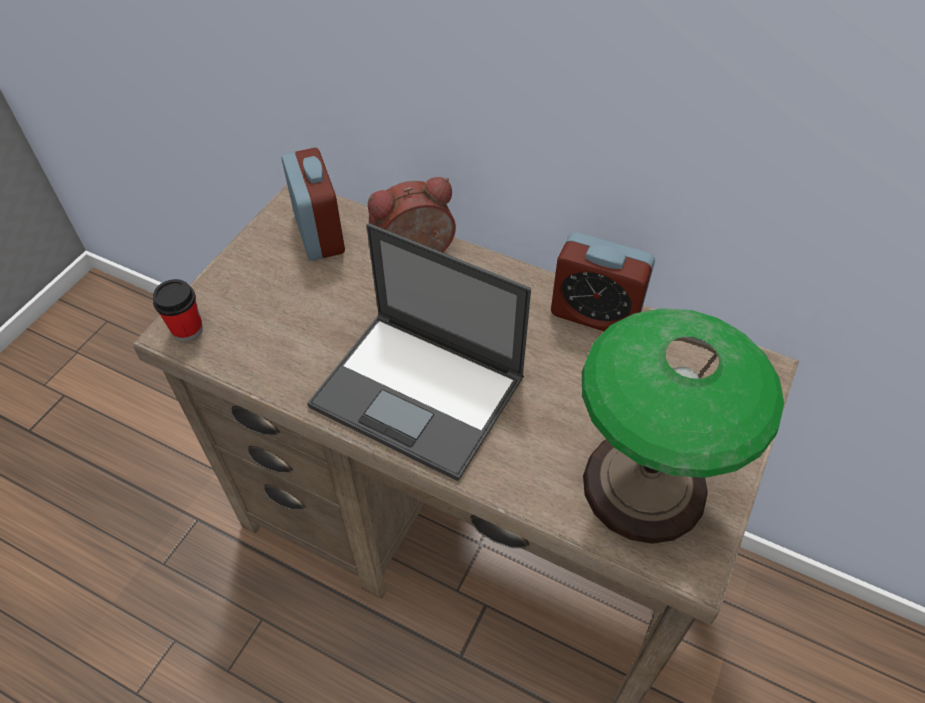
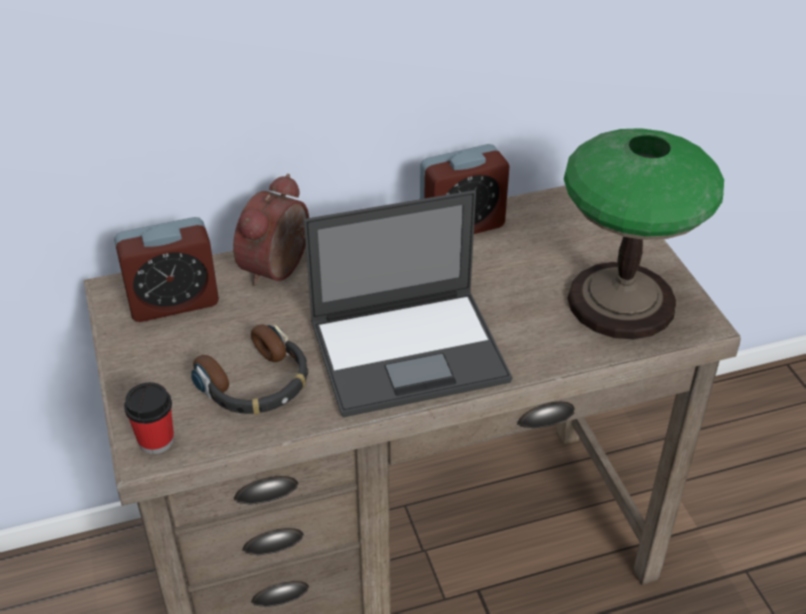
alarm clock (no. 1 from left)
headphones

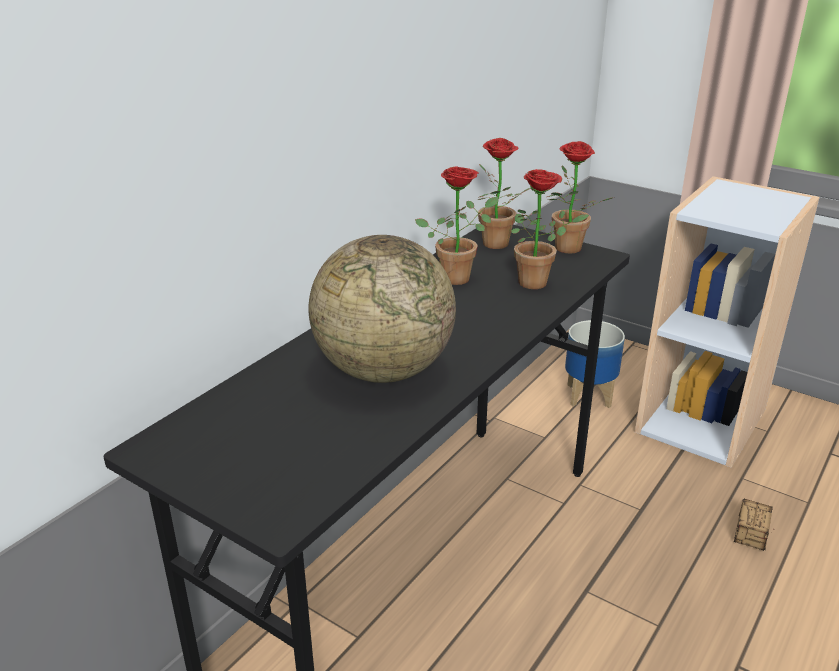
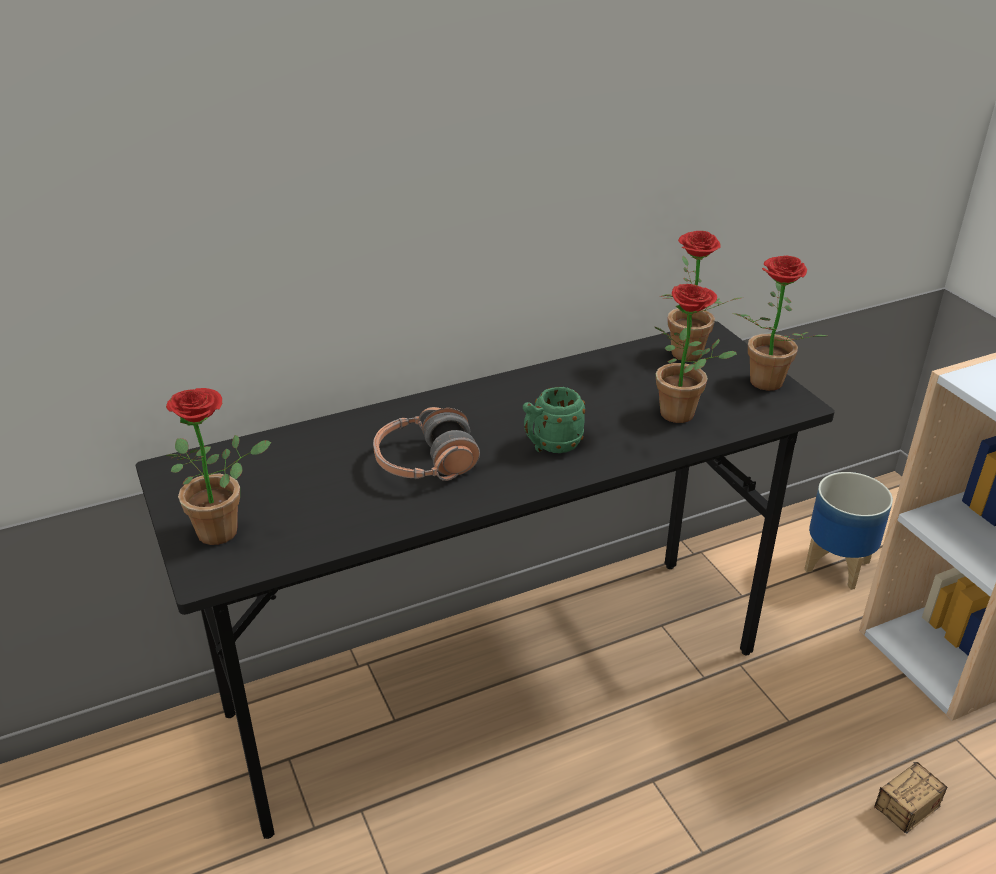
potted plant (no. 1 from left)
headphones
green mug

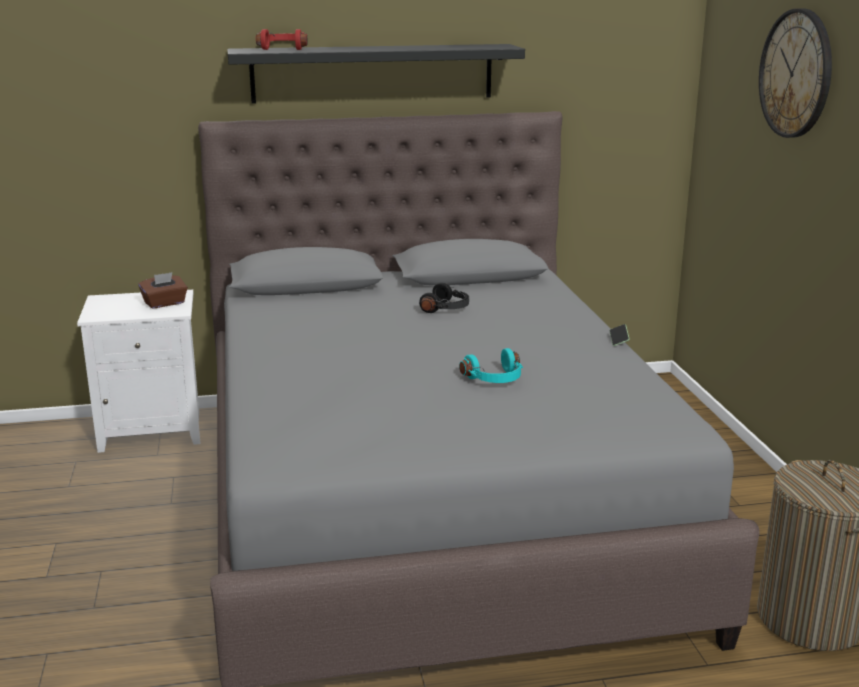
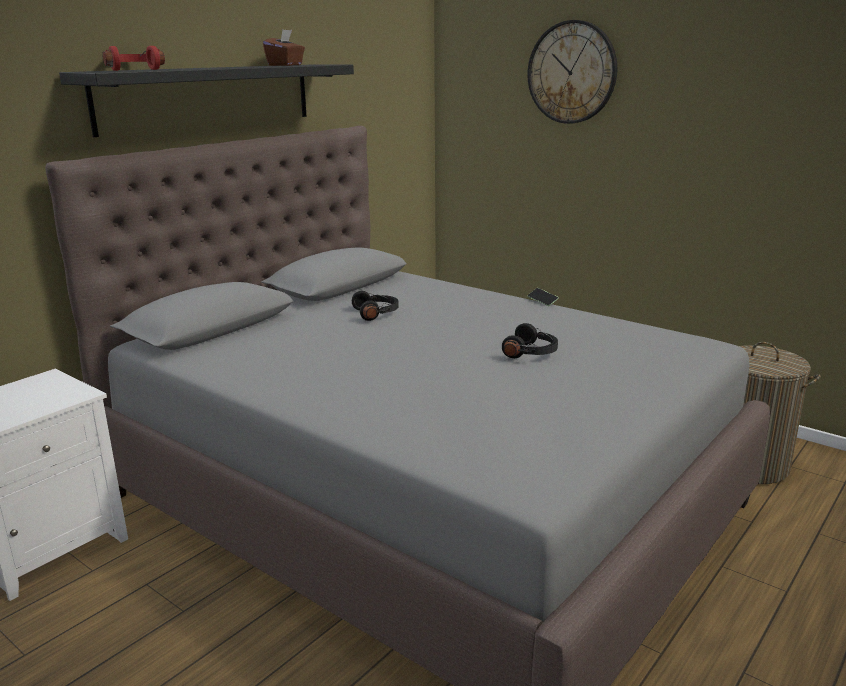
brown tissue box
black headphones (no. 2 from left)

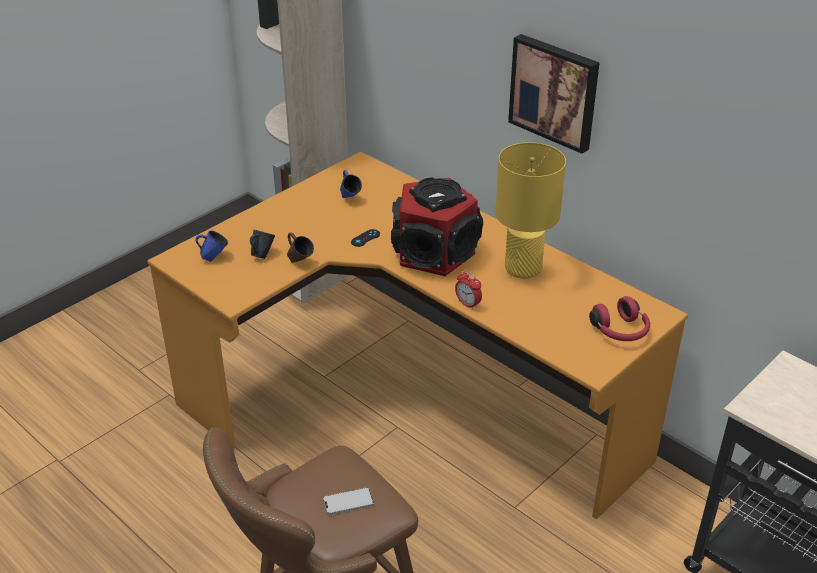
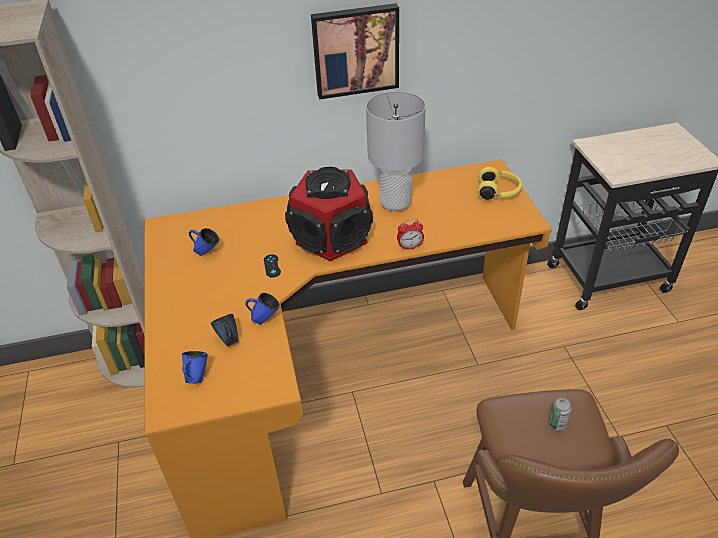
blue mug (no. 4 from left)
grey table lamp
yellow headphones
can

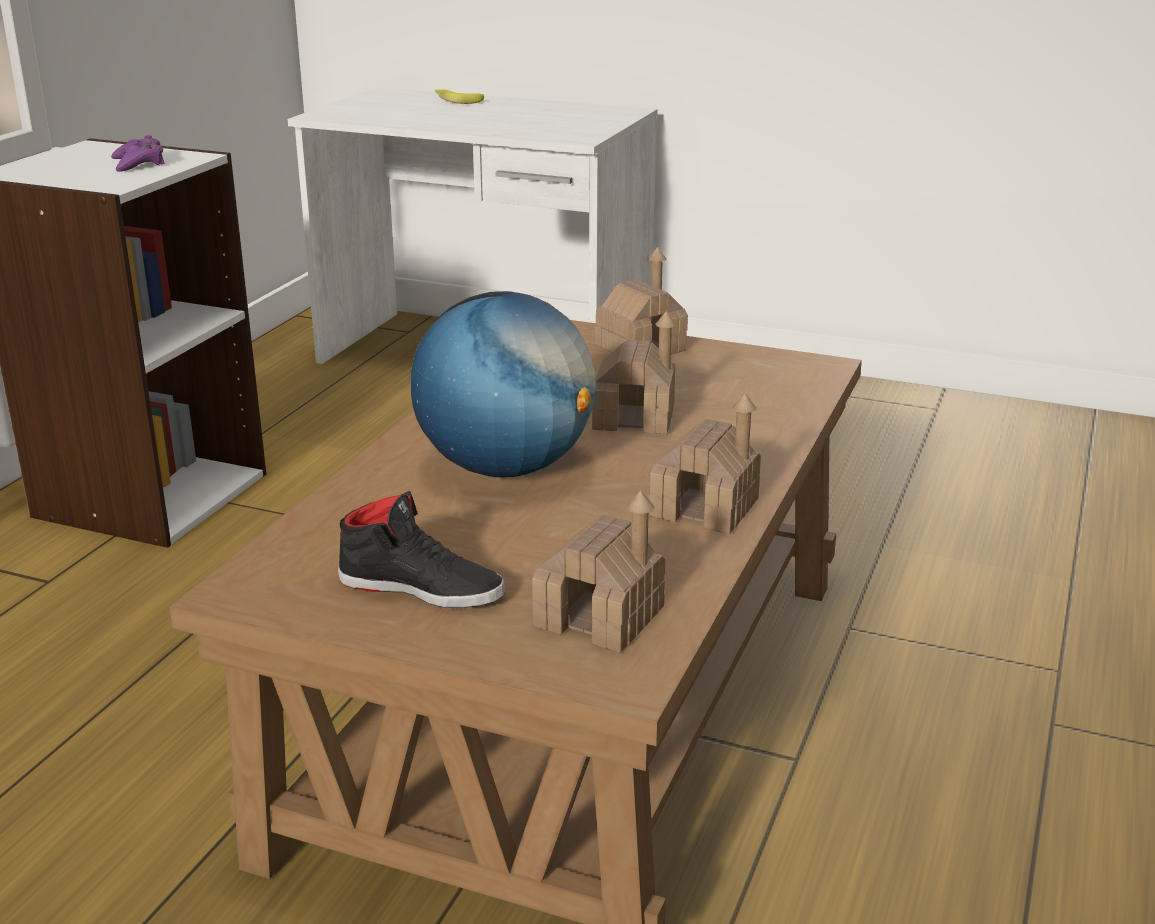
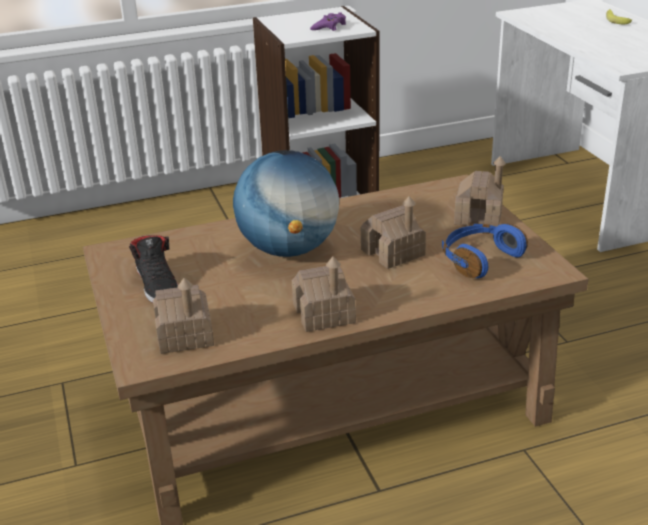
blue headphones

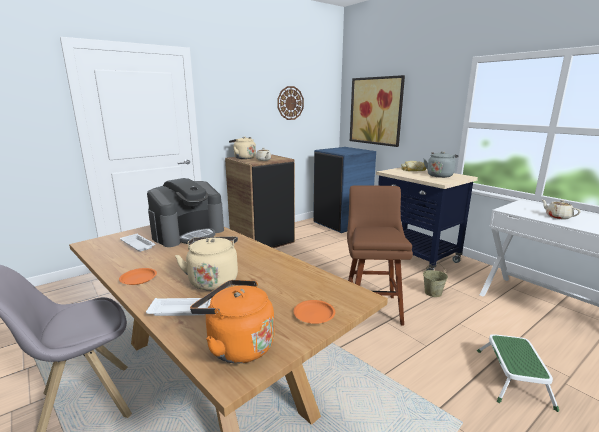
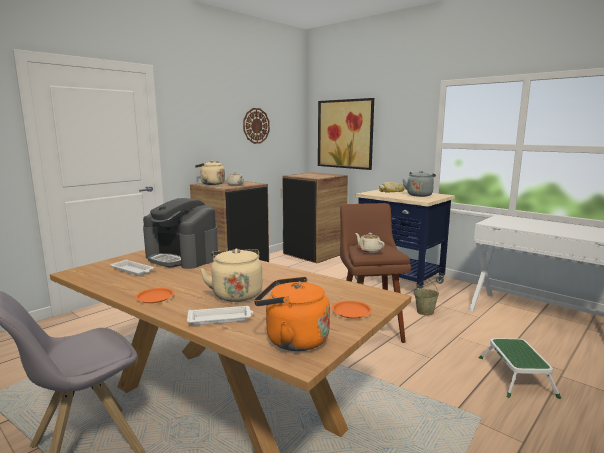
coffee machine
brown cabinet (no. 2 from left)
beige teapot (no. 2 from left)

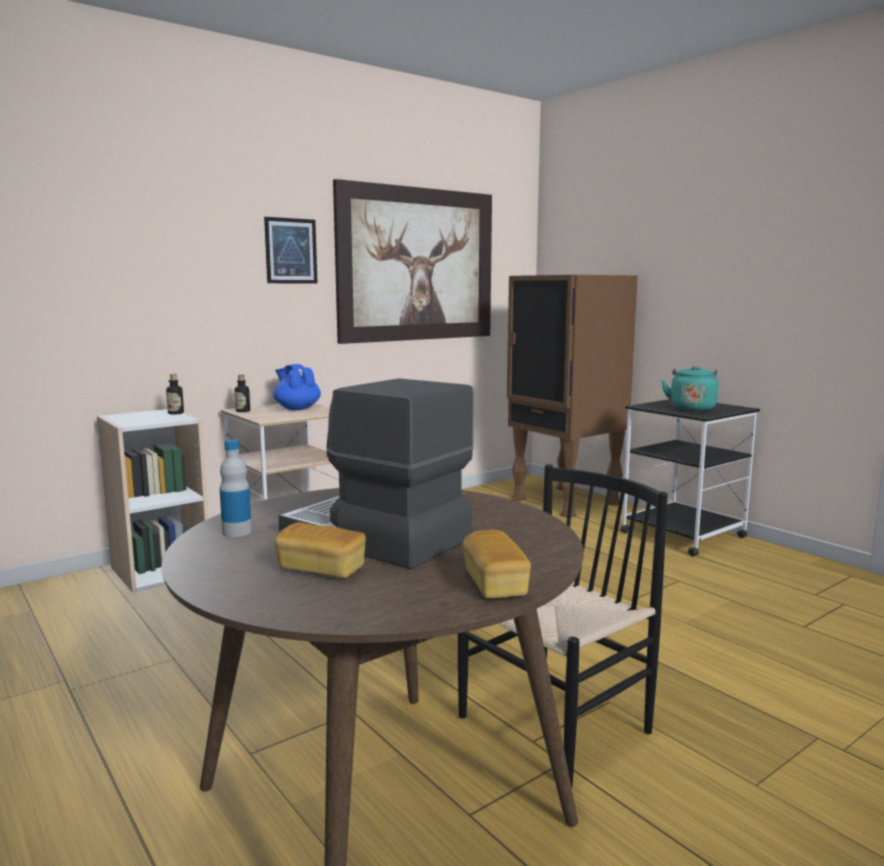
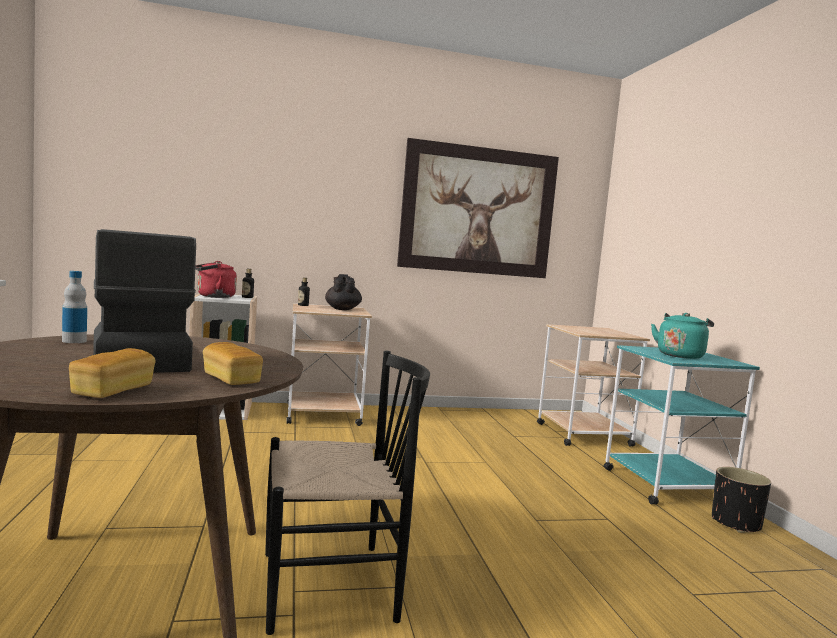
red kettle
bread (no. 2 from left)
black teapot
beige cart (no. 2 from left)
turquoise cart
black planter
picture (no. 1 from left in the first image)

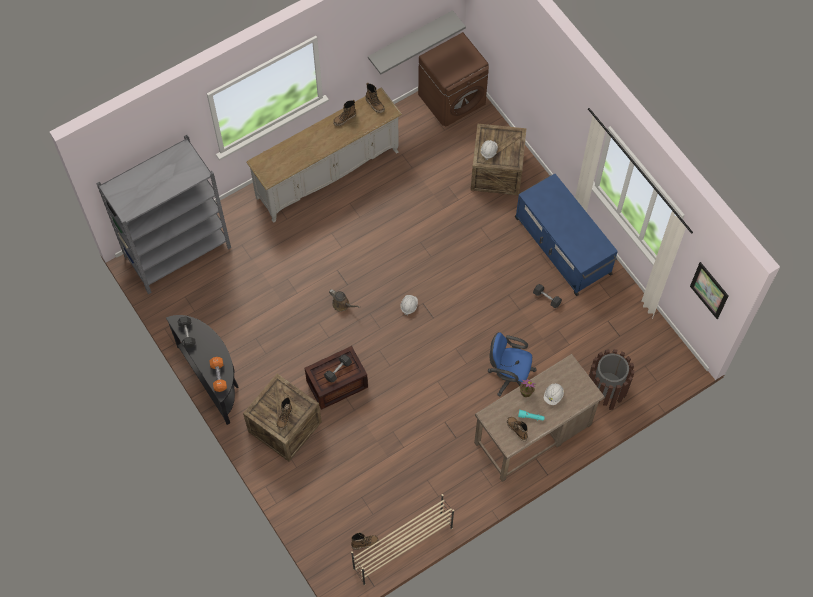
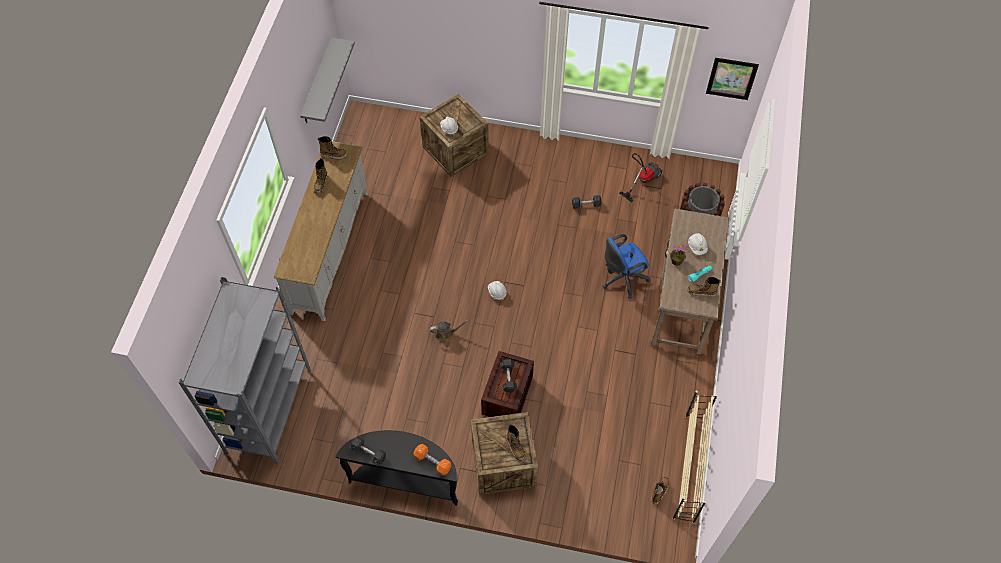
vacuum cleaner
brown washing machine
blue cabinet

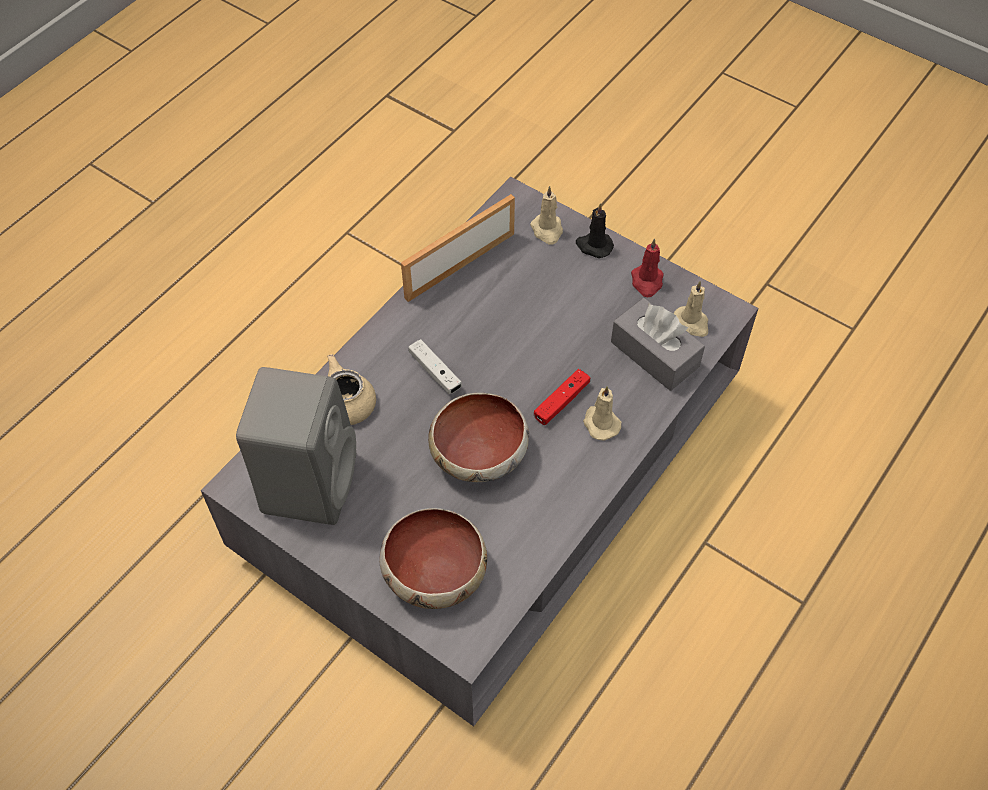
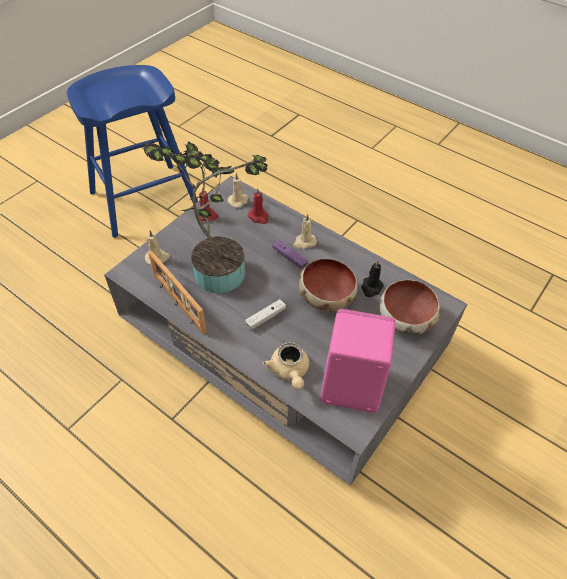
blue stool
potted plant
red candle (no. 2 from left)
purple game controller
pink speaker
black candle

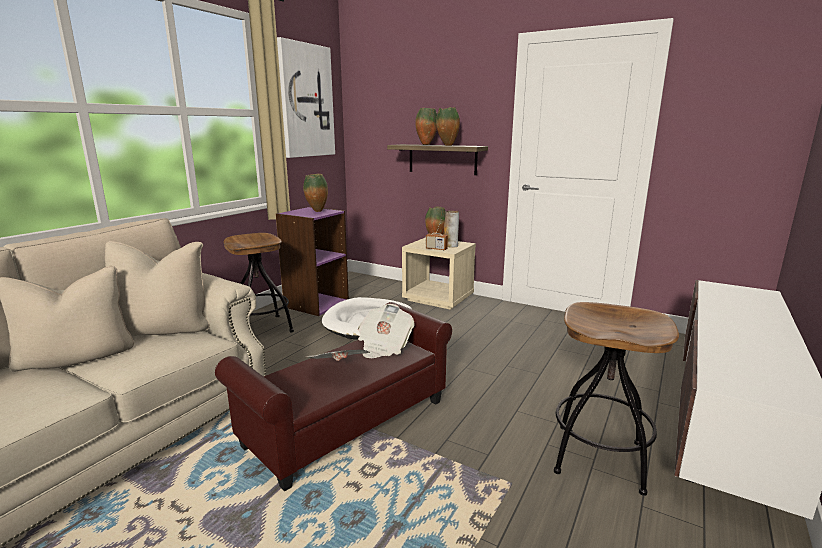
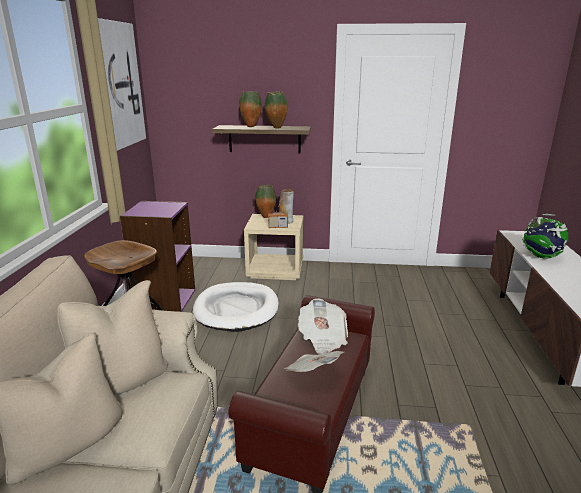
globe
vase (no. 1 from left in the first image)
brown stool (no. 2 from left in the first image)

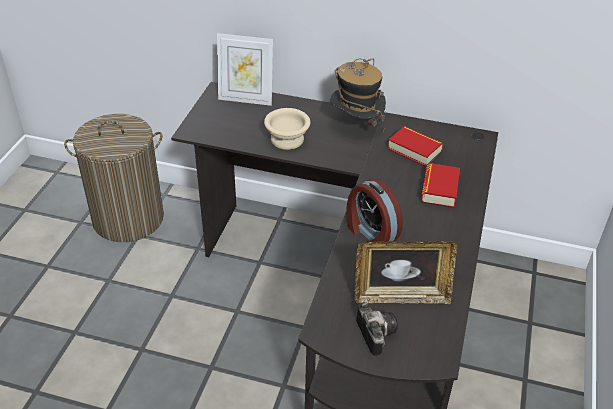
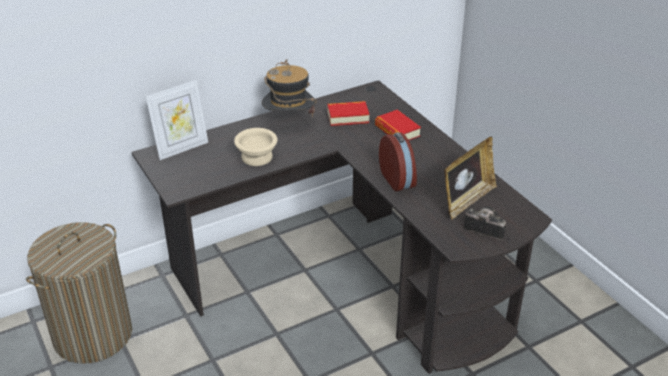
alarm clock

